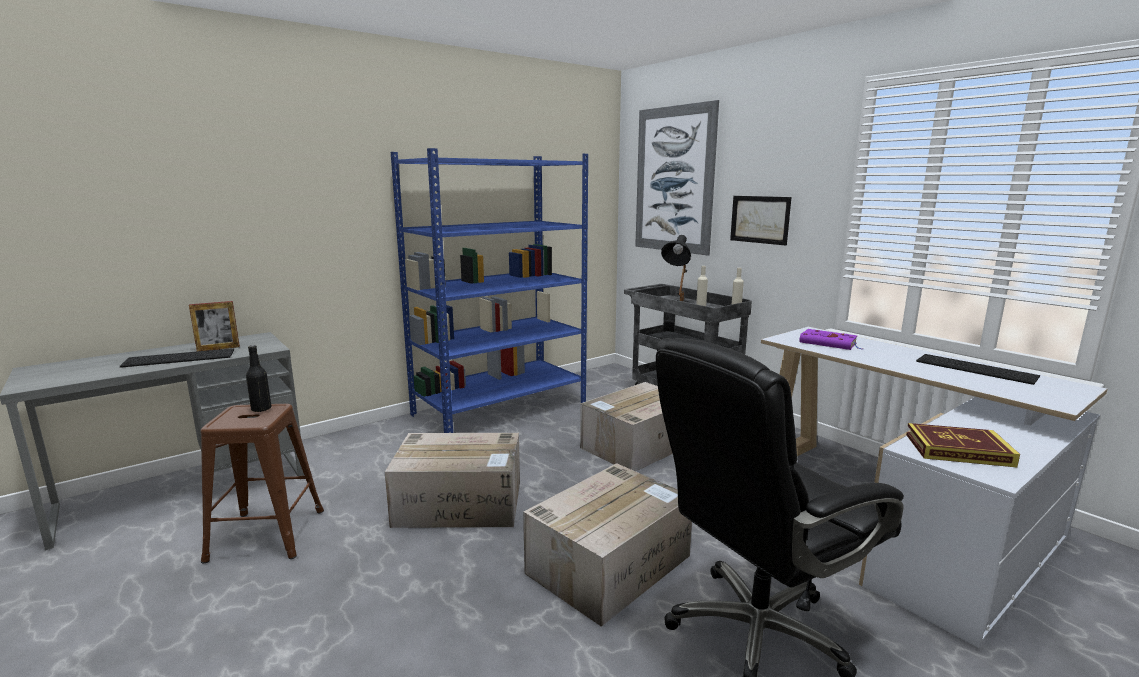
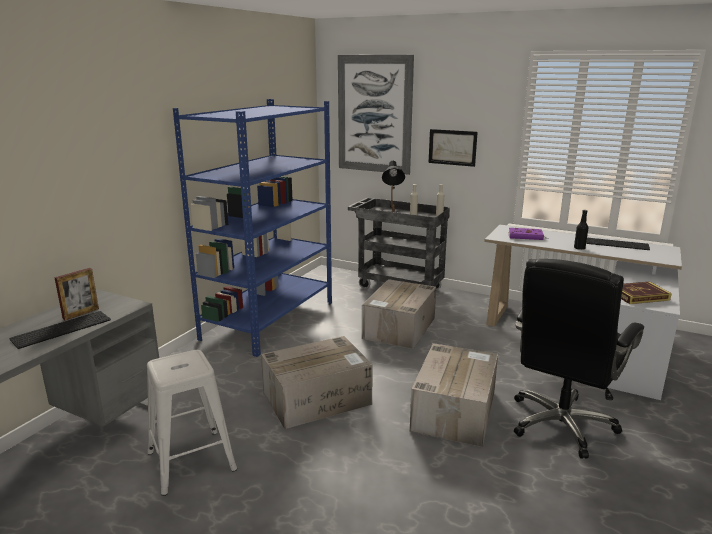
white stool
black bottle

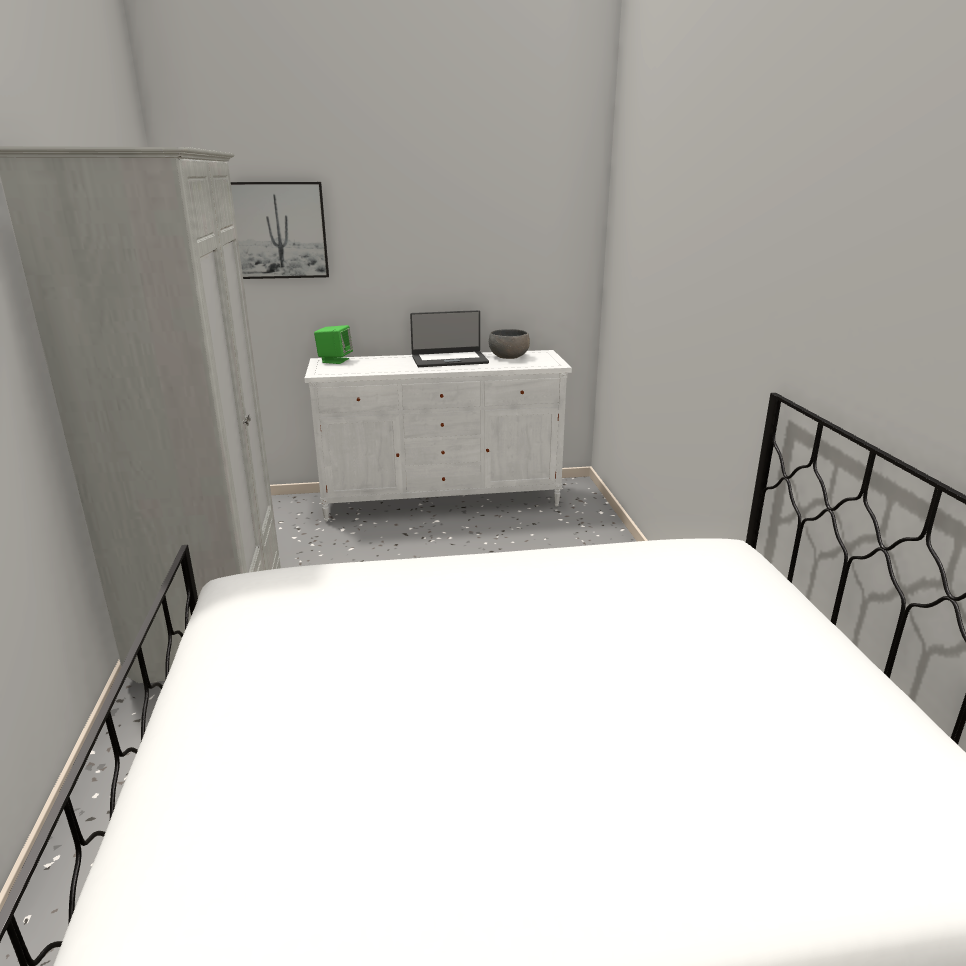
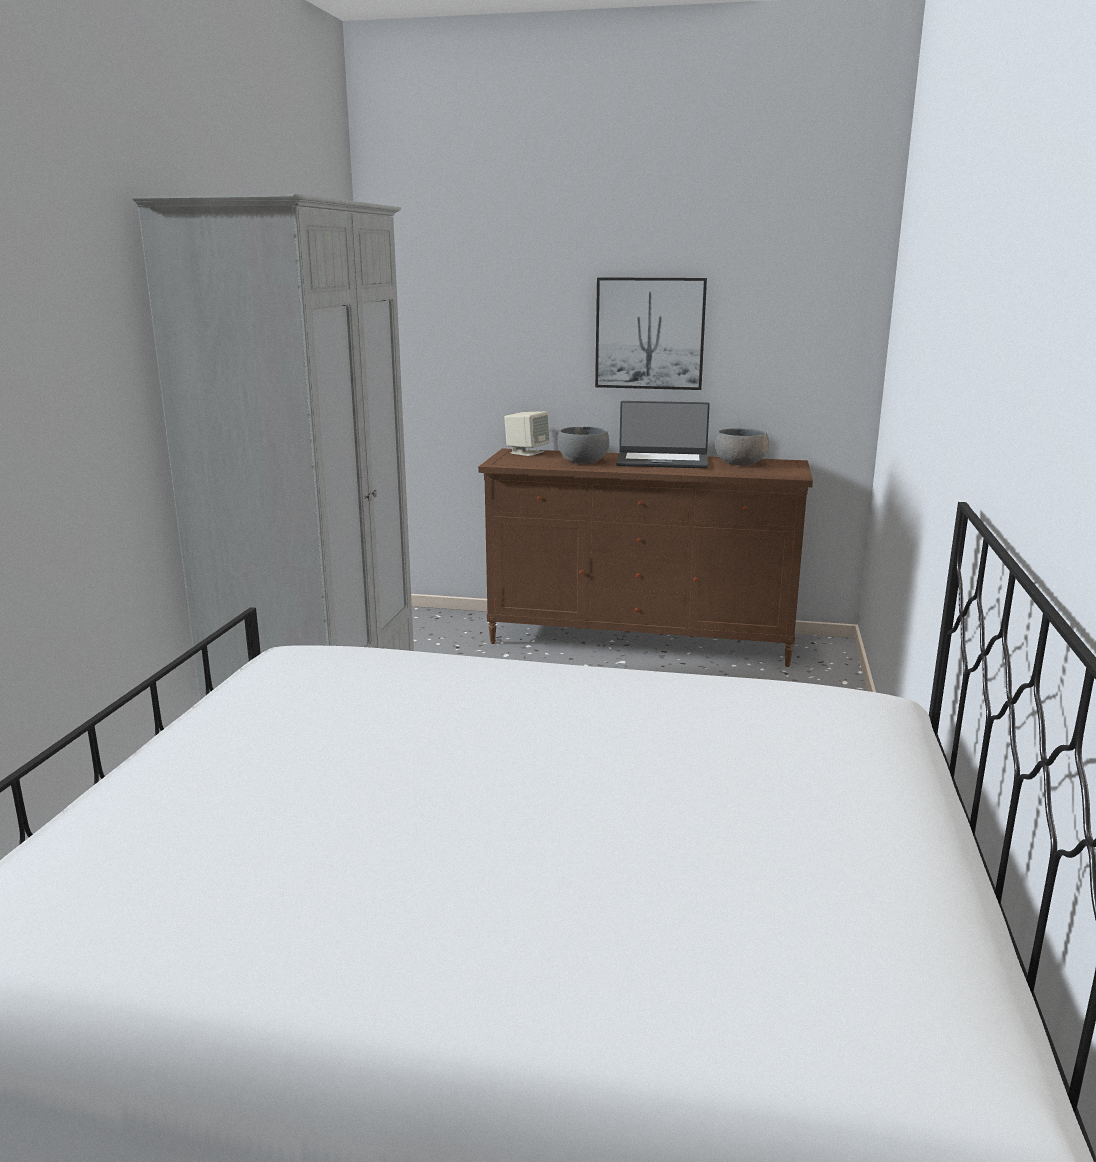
brown dresser
beige speaker
grey bowl (no. 1 from left)
picture

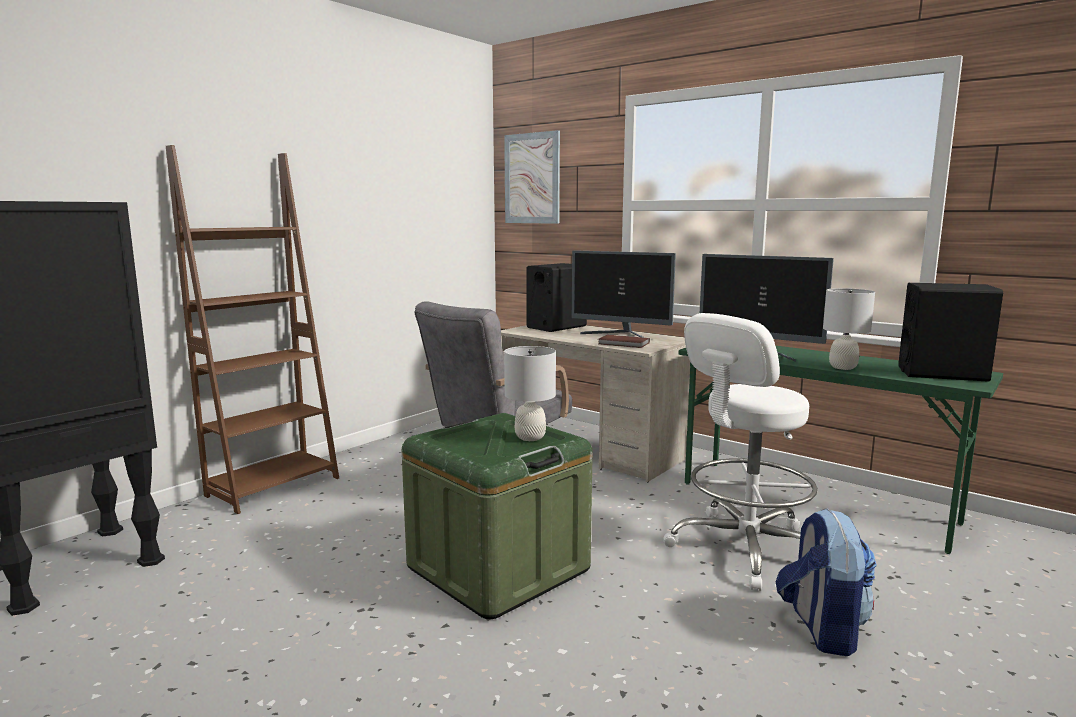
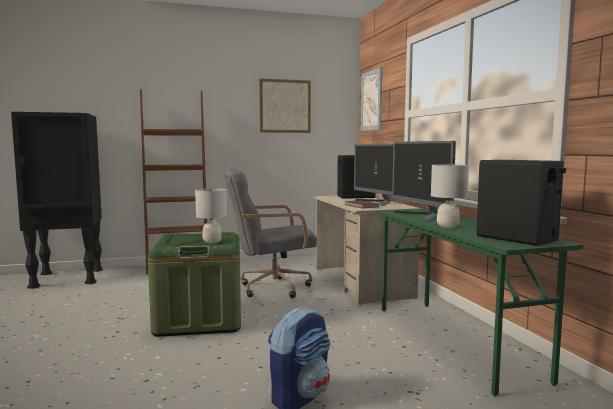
picture (no. 1 from left)
white stool

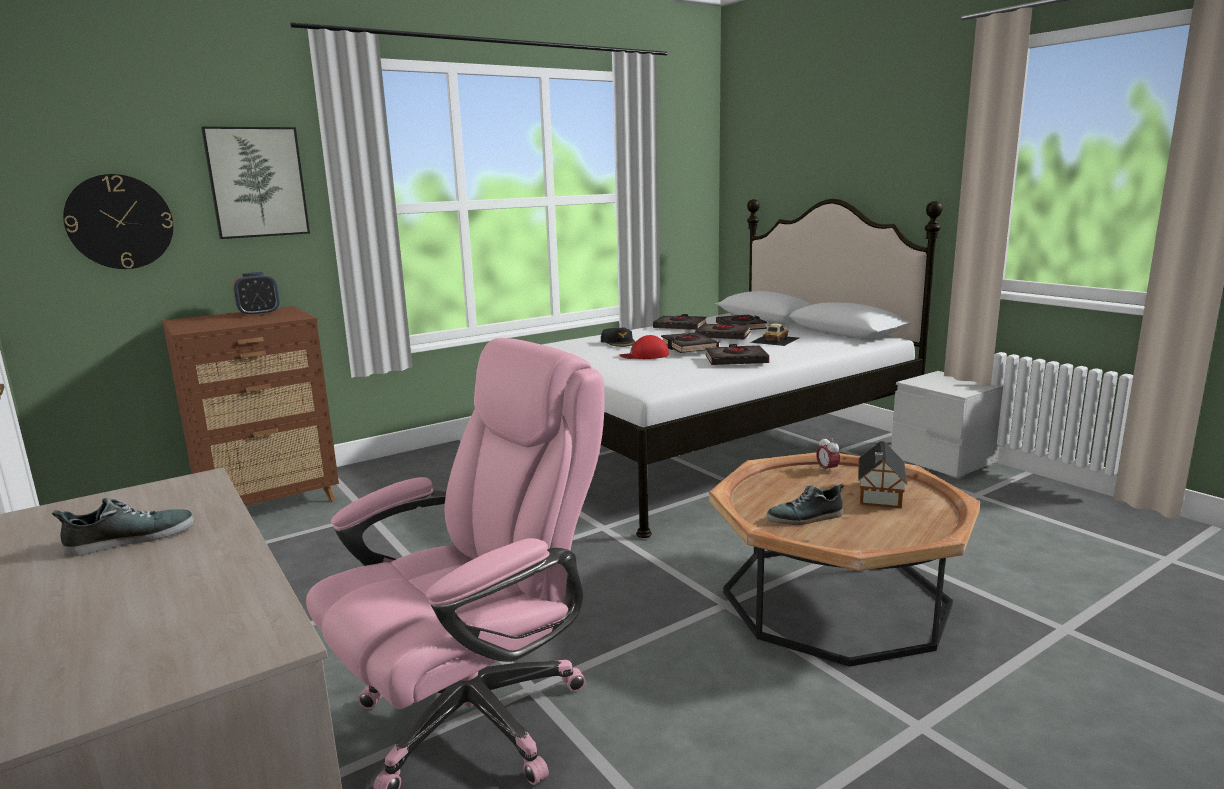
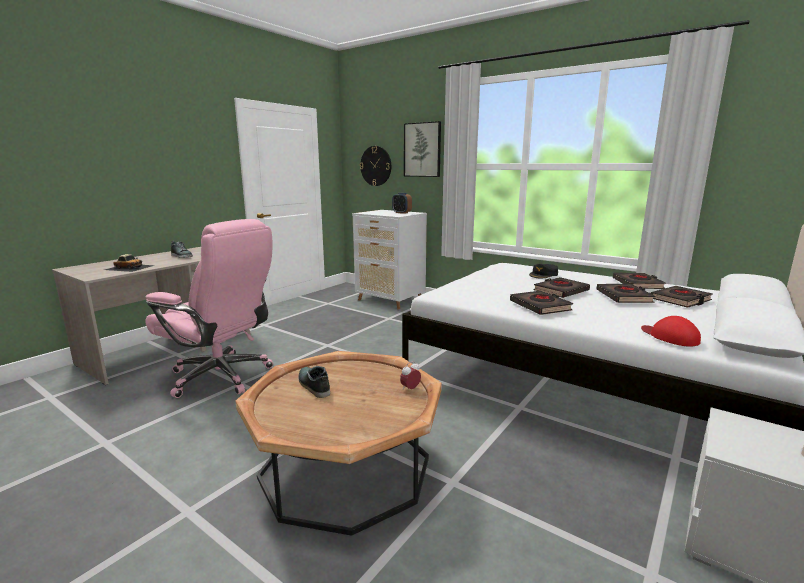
toy car
white dresser
red cap
toy house

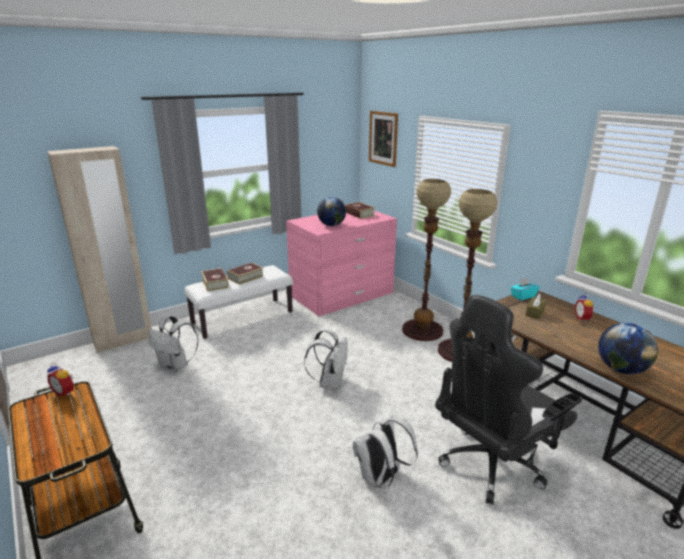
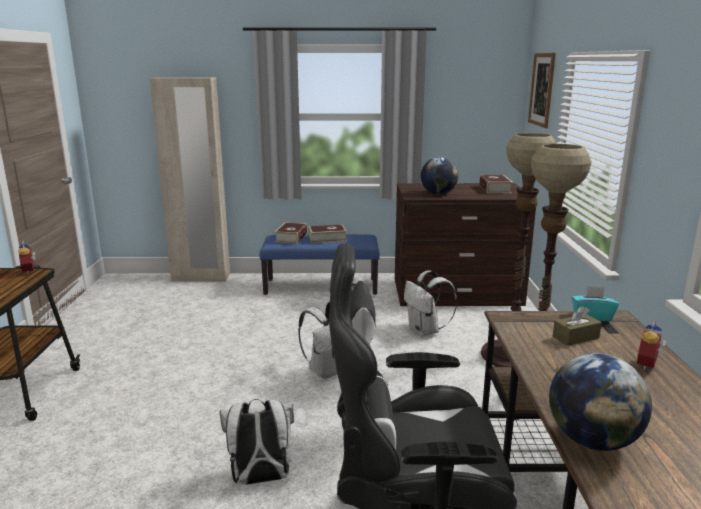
blue bench
brown dresser
white backpack (no. 3 from left)

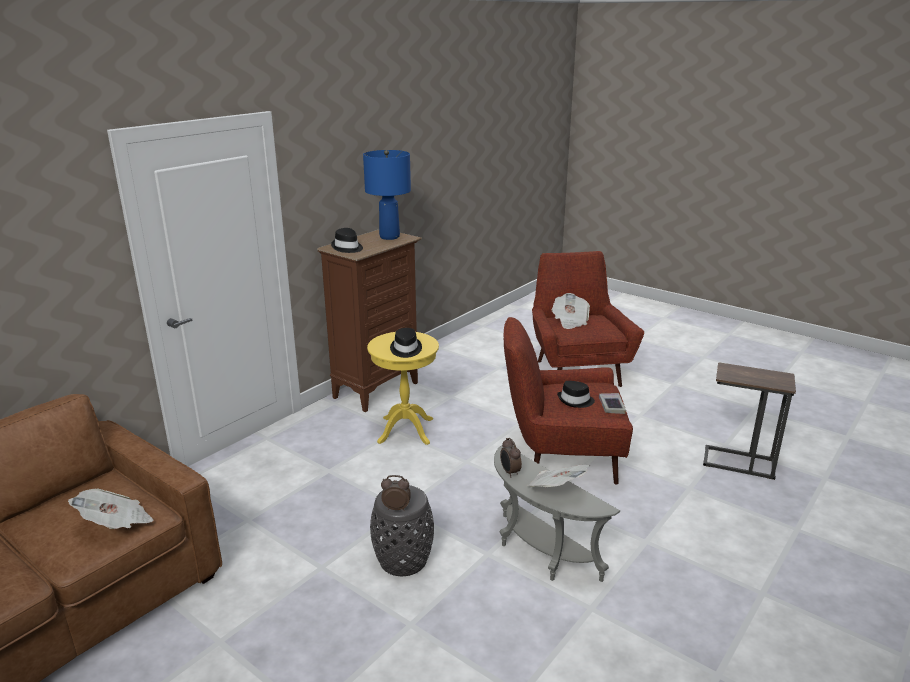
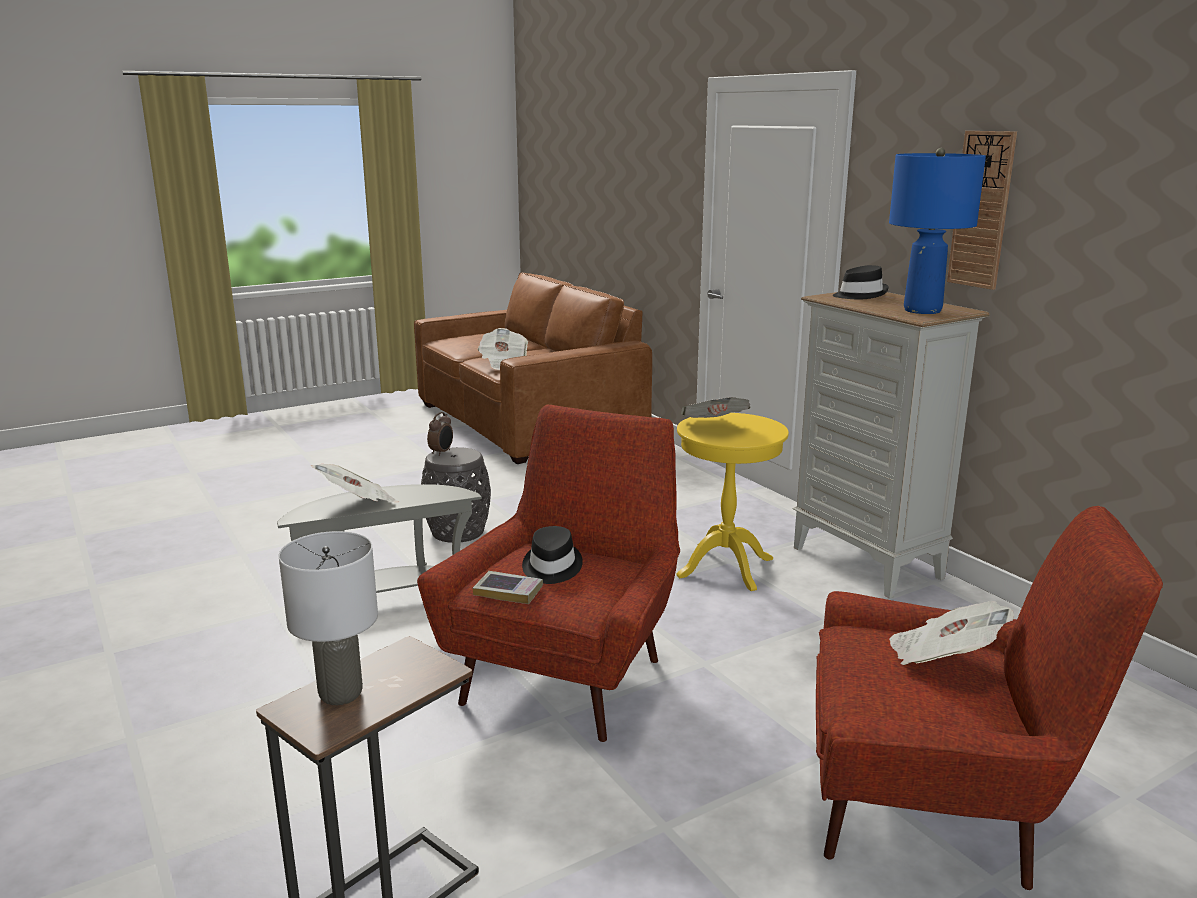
white table lamp
newspaper (no. 3 from left)
white dresser
wall clock
alarm clock (no. 2 from left in the first image)

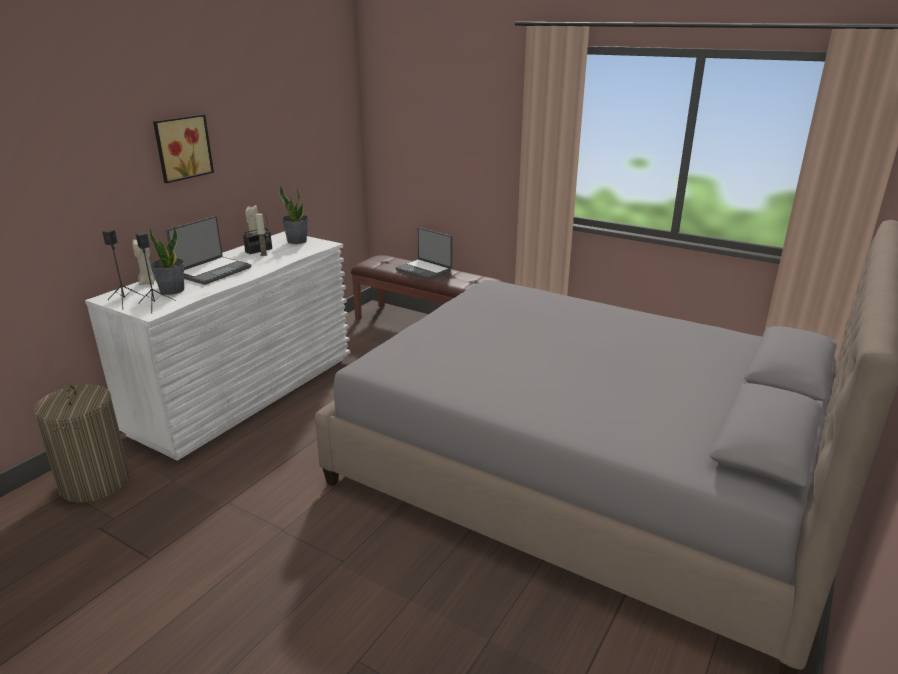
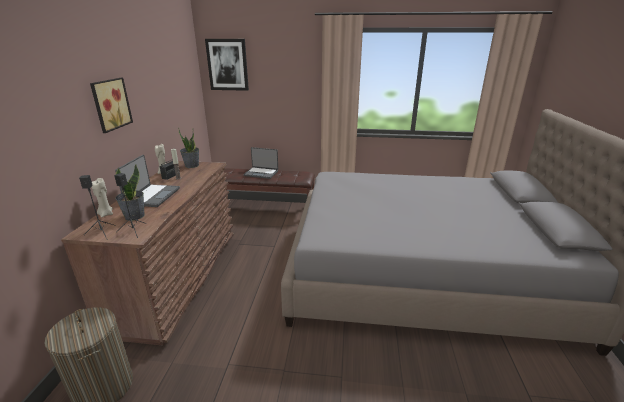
brown dresser
picture (no. 2 from left)

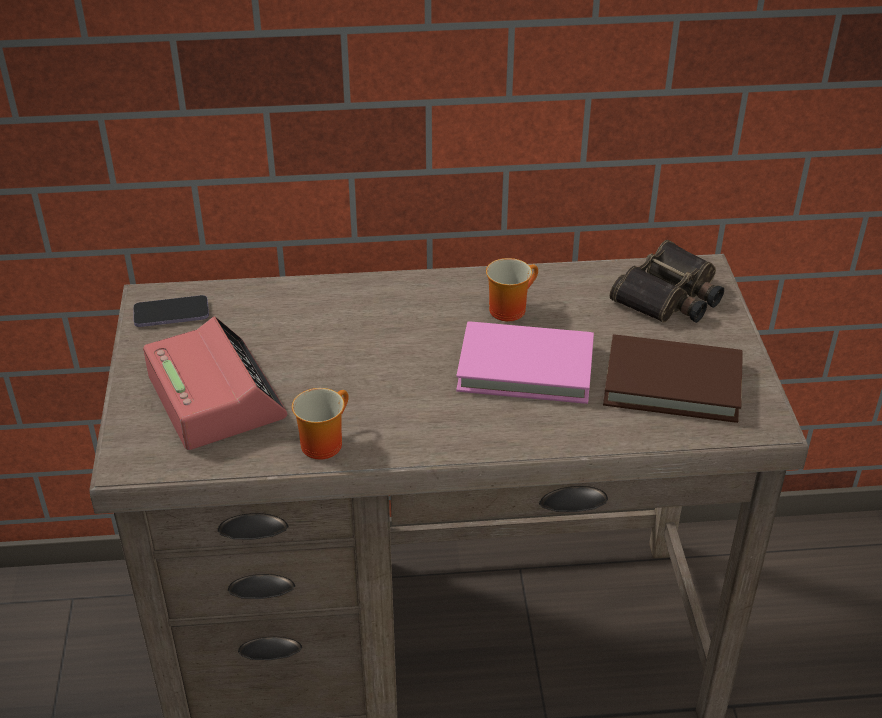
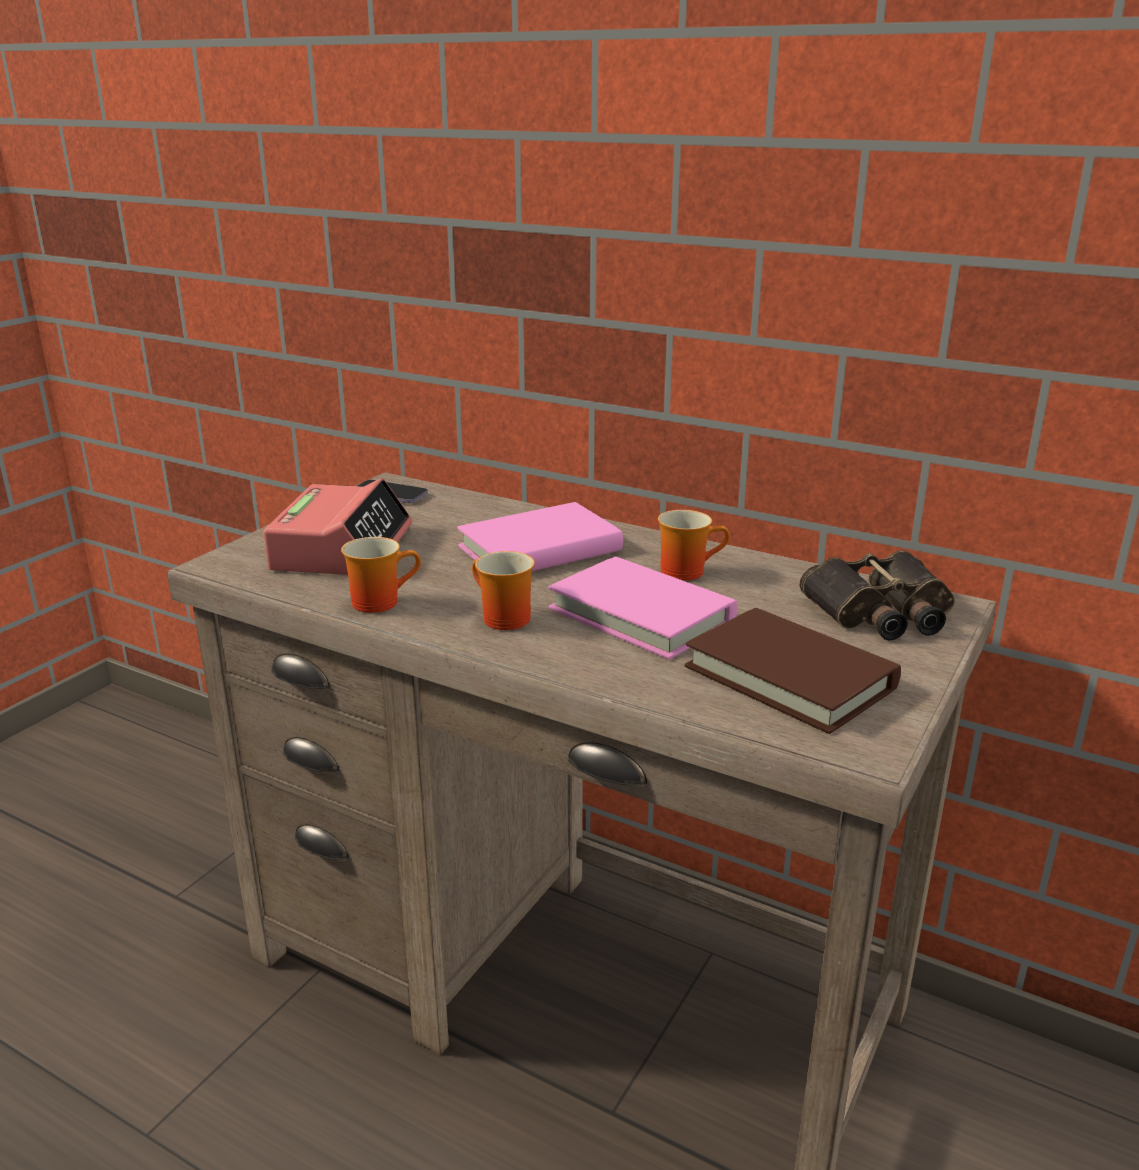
pink book (no. 1 from left)
mug (no. 2 from left)

